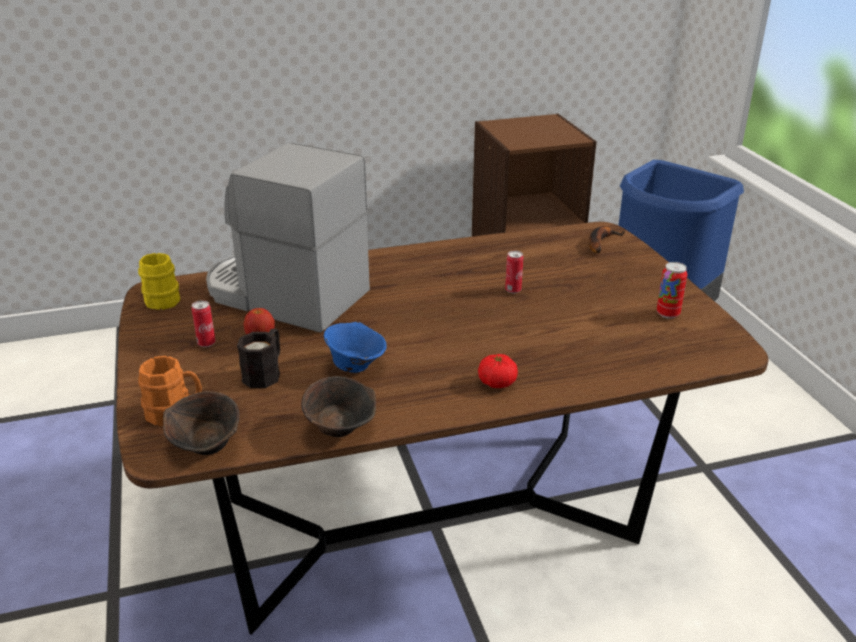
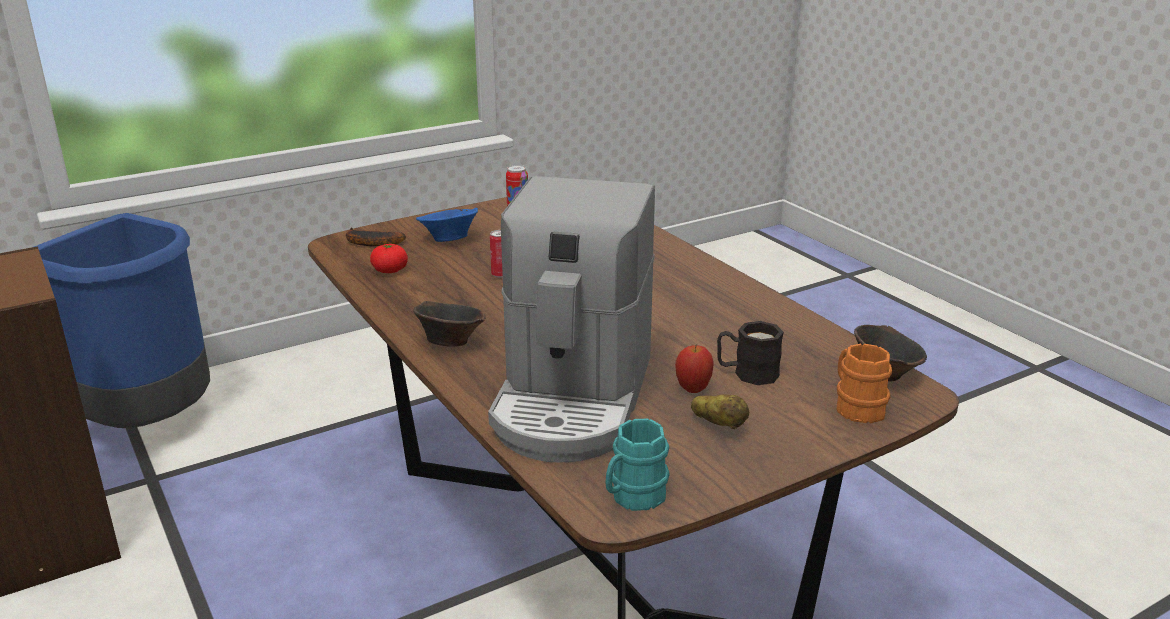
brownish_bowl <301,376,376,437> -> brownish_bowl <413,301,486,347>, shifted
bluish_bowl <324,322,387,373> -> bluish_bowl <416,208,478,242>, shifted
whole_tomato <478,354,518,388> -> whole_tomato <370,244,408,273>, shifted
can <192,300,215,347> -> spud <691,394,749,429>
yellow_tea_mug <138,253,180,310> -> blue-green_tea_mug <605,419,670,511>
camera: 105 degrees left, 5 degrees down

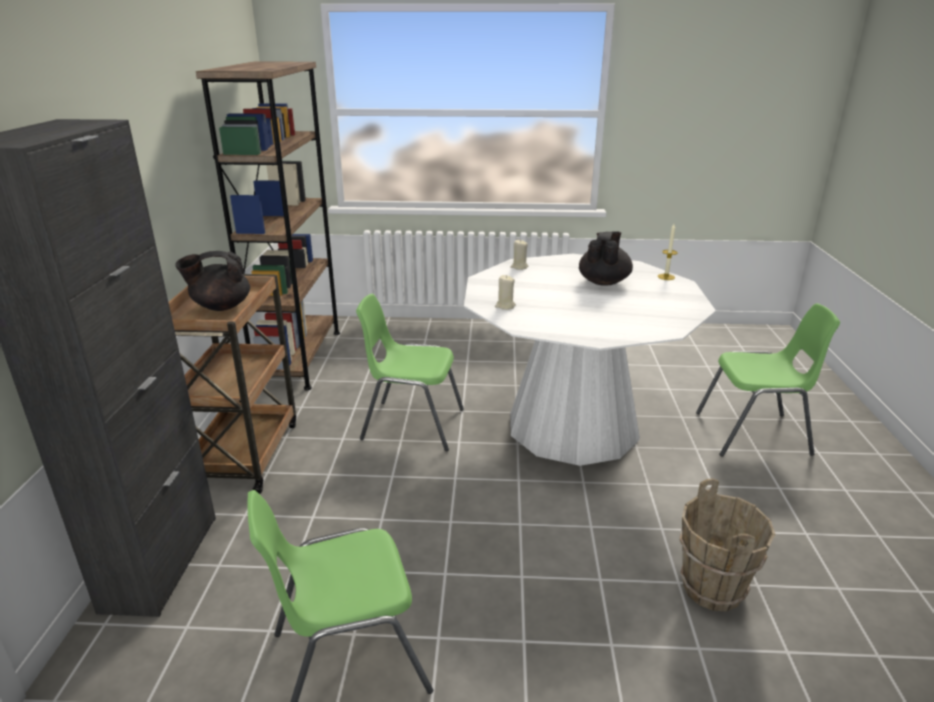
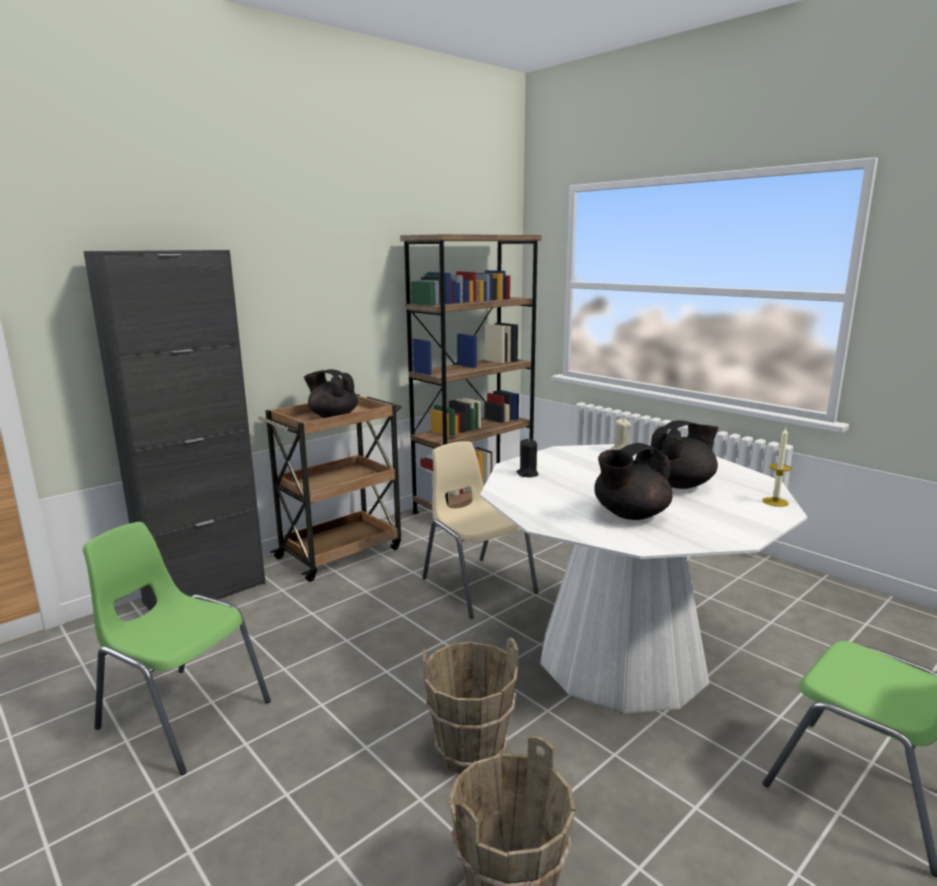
none -> brownish_bucket <423,638,518,774>
none -> black-coloured_tea_pot <594,443,672,520>
green_upright_chair <356,294,464,451> -> beige_upright_chair <422,441,538,619>
beige_candle <495,275,516,310> -> black-coloured_candle <517,439,539,477>
camera: 45 degrees right, 10 degrees down

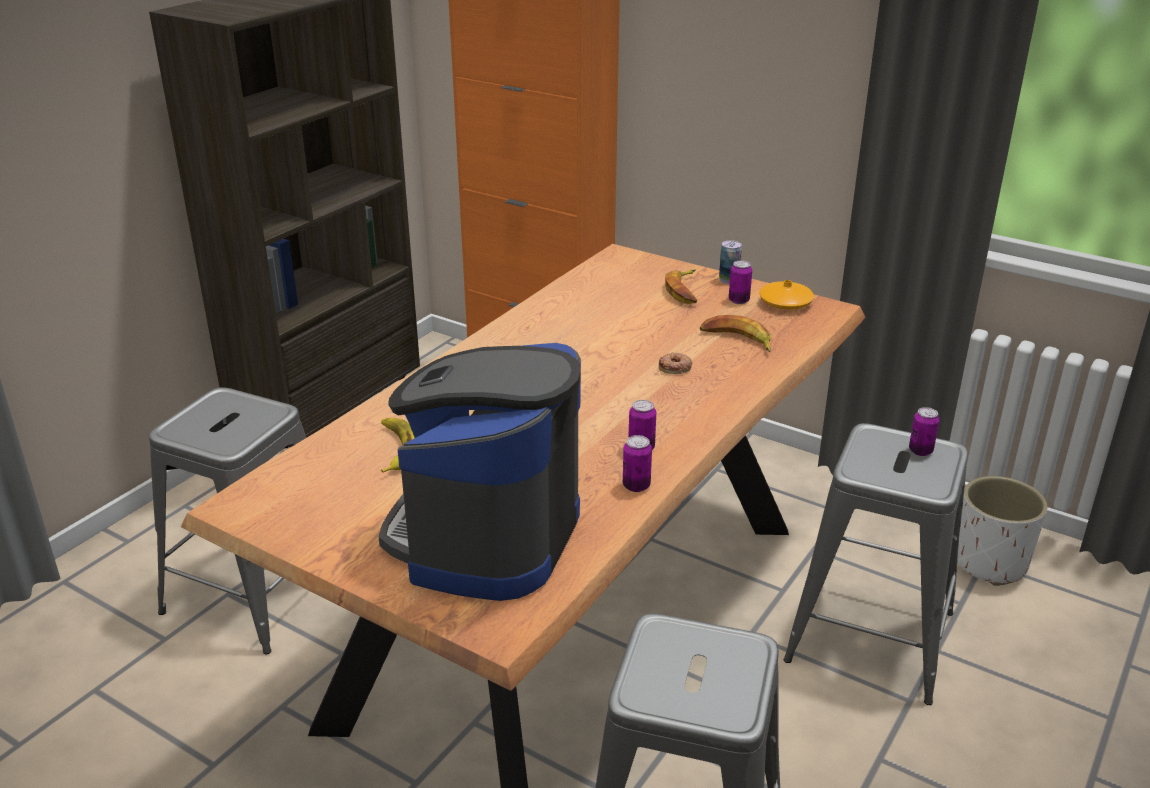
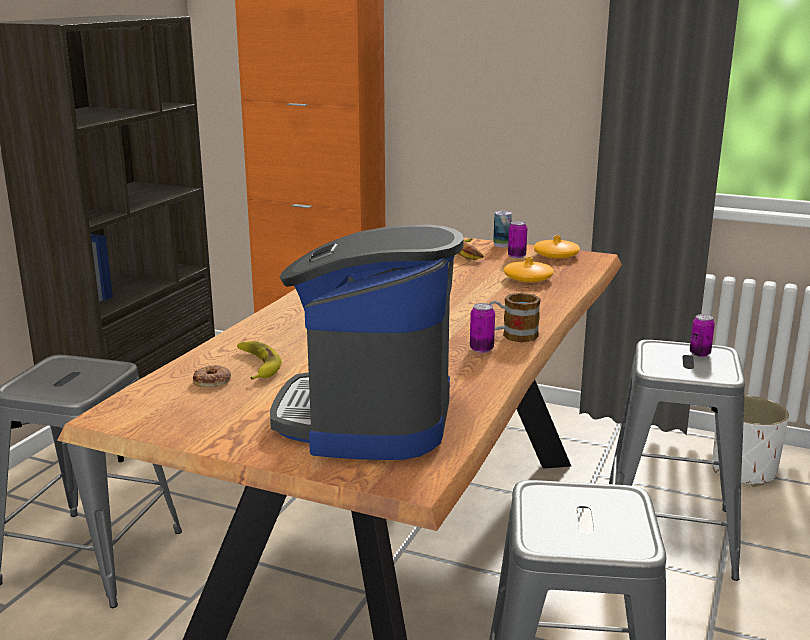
can <623,435,652,492> -> none
none -> tea_mug <490,293,541,342>
doughnut <659,352,692,374> -> doughnut <193,365,231,387>, shifted
banana_fruit <700,315,771,352> -> orange_decorative_vase <504,257,554,283>
camera: 10 degrees left, 10 degrees down

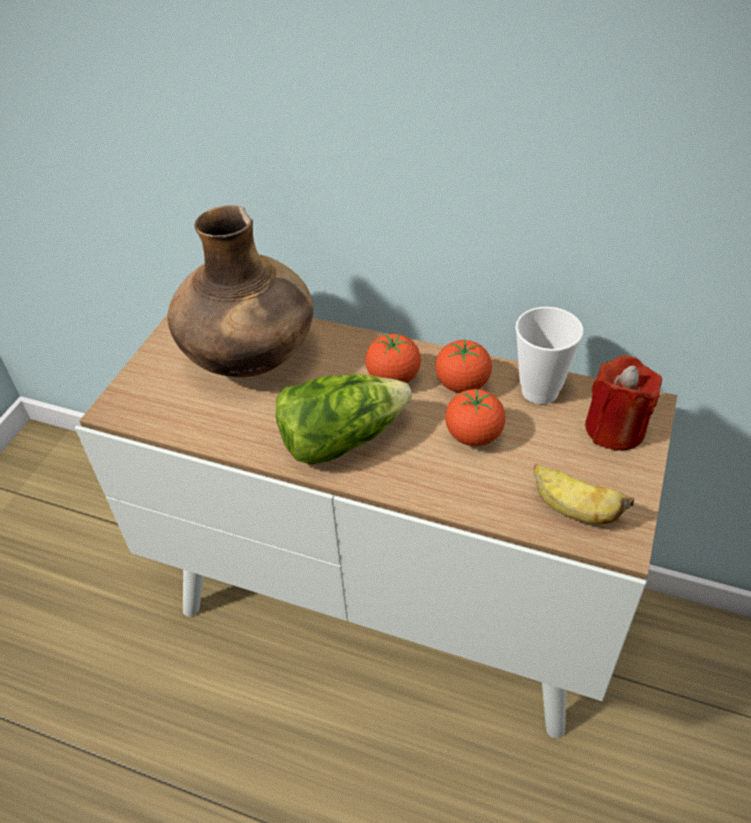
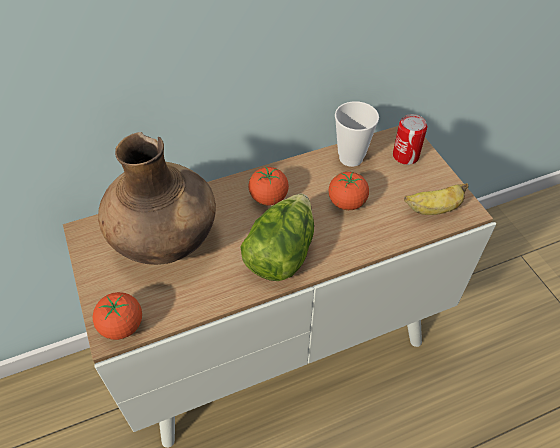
whole_tomato <435,340,492,393> -> whole_tomato <93,292,142,340>, shifted
red-coloured_candle <585,355,662,451> -> can <393,114,427,165>
camera: 45 degrees left, 5 degrees up

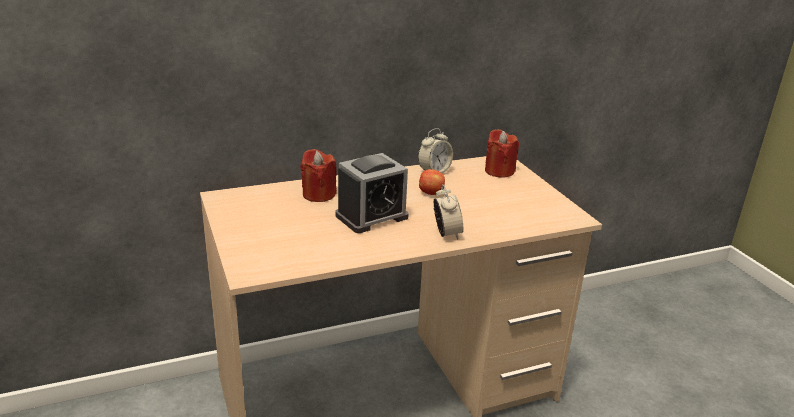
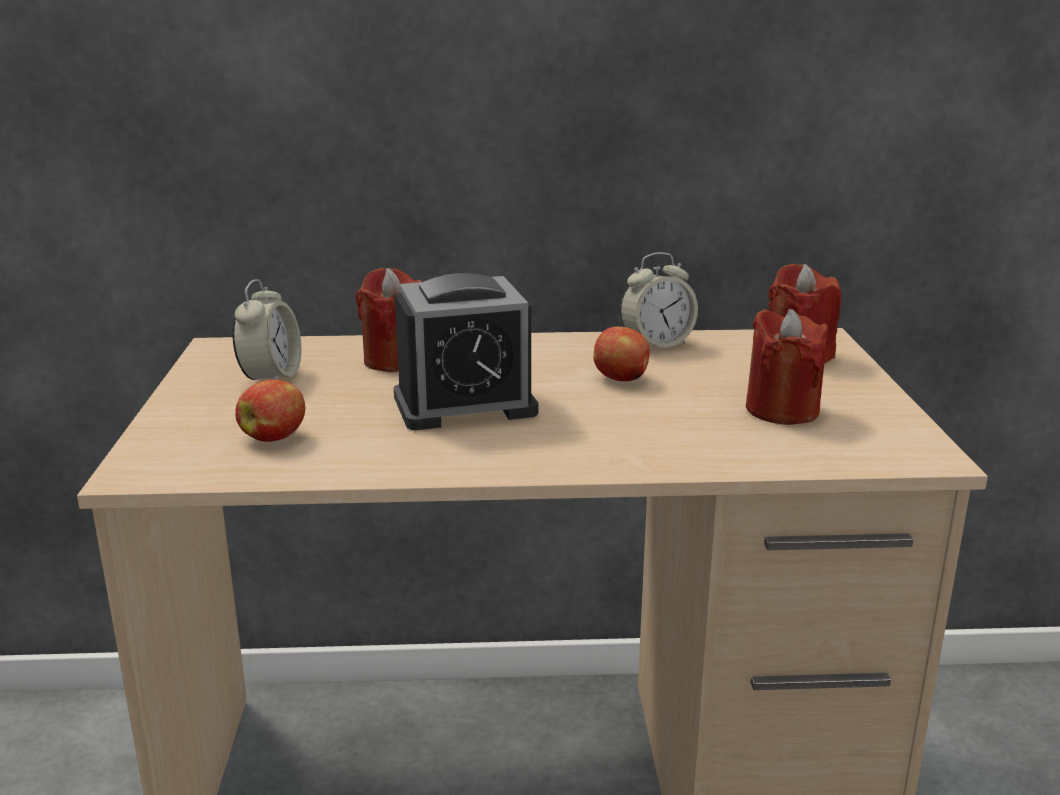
none -> apple_fruit <235,380,305,442>
none -> red-coloured_candle <746,309,828,425>
table_clock <433,184,463,240> -> table_clock <232,279,302,380>, shifted
camera: 20 degrees right, 5 degrees down

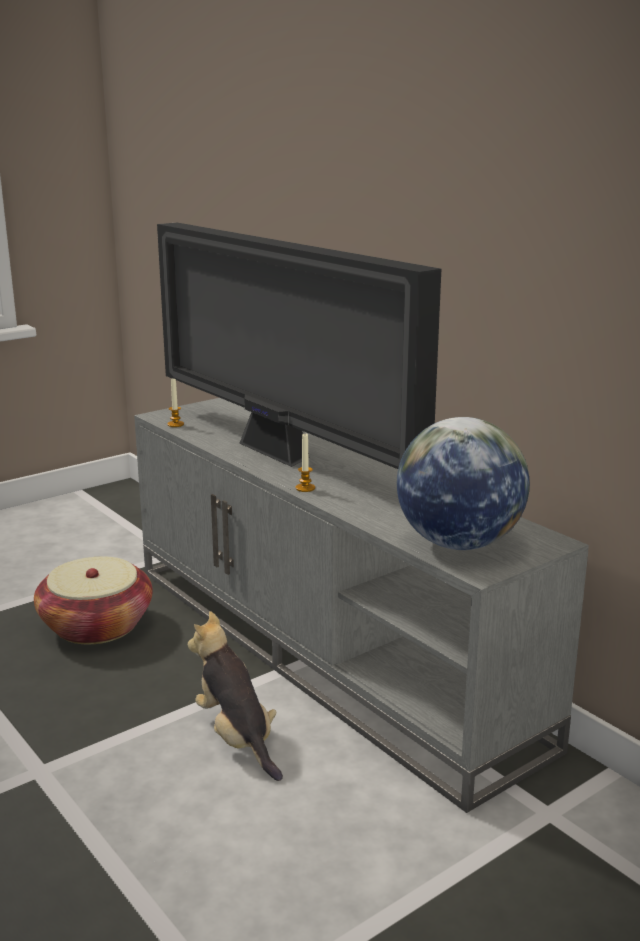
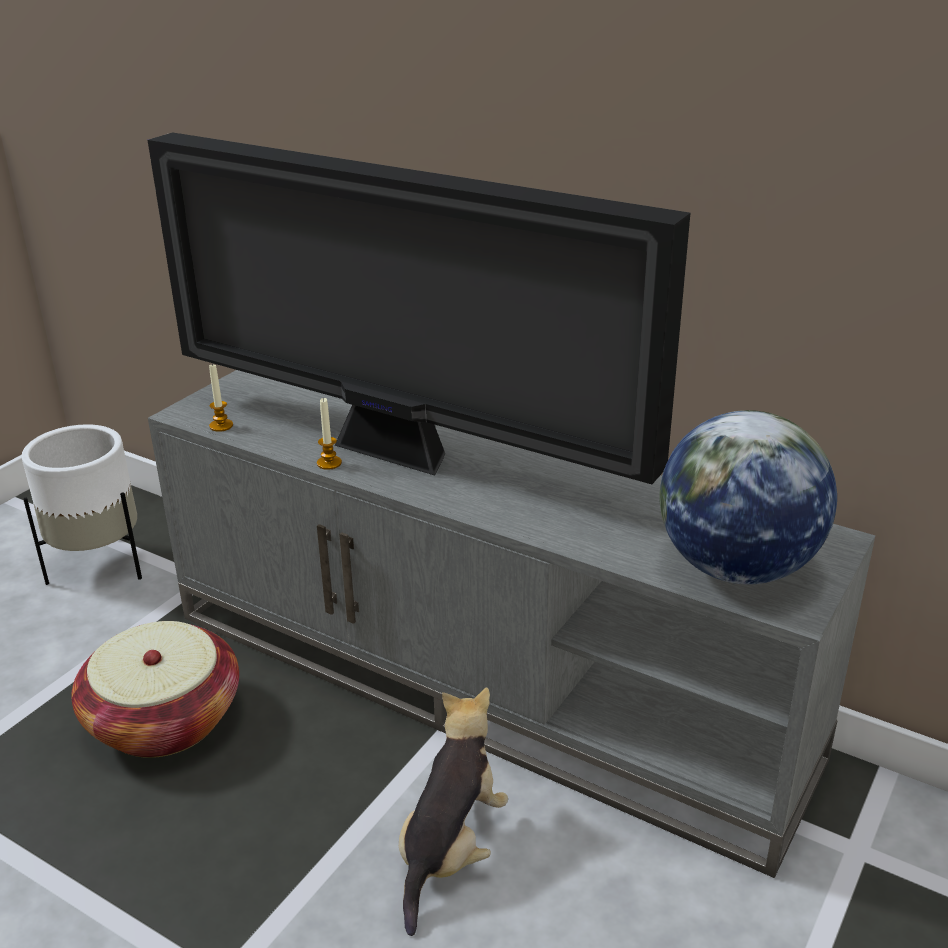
none -> whitish_plant_pot <22,424,142,585>
candle <296,434,315,492> -> candle <317,397,342,470>, shifted
plush_toy <188,611,283,781> -> plush_toy <399,687,508,936>, 75 degrees clockwise
camera: 20 degrees left, 10 degrees up

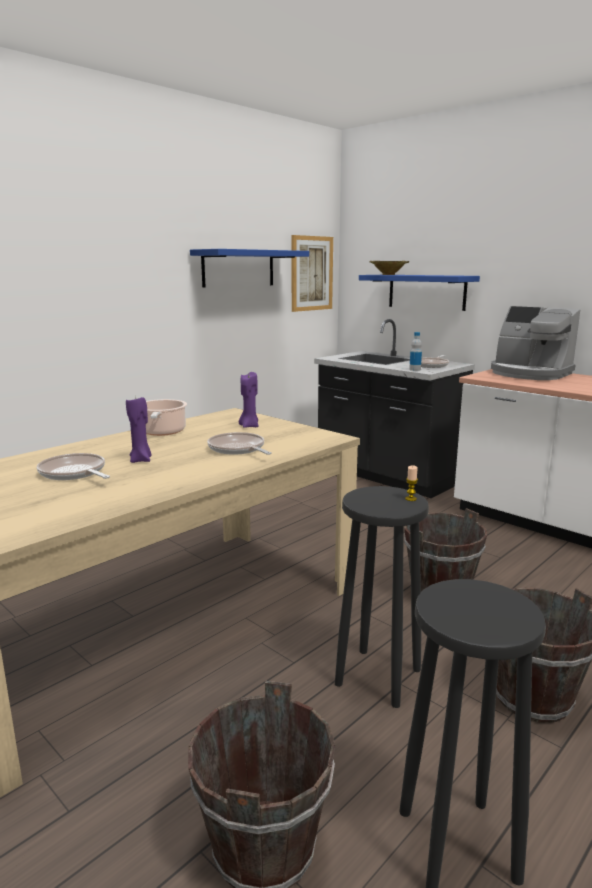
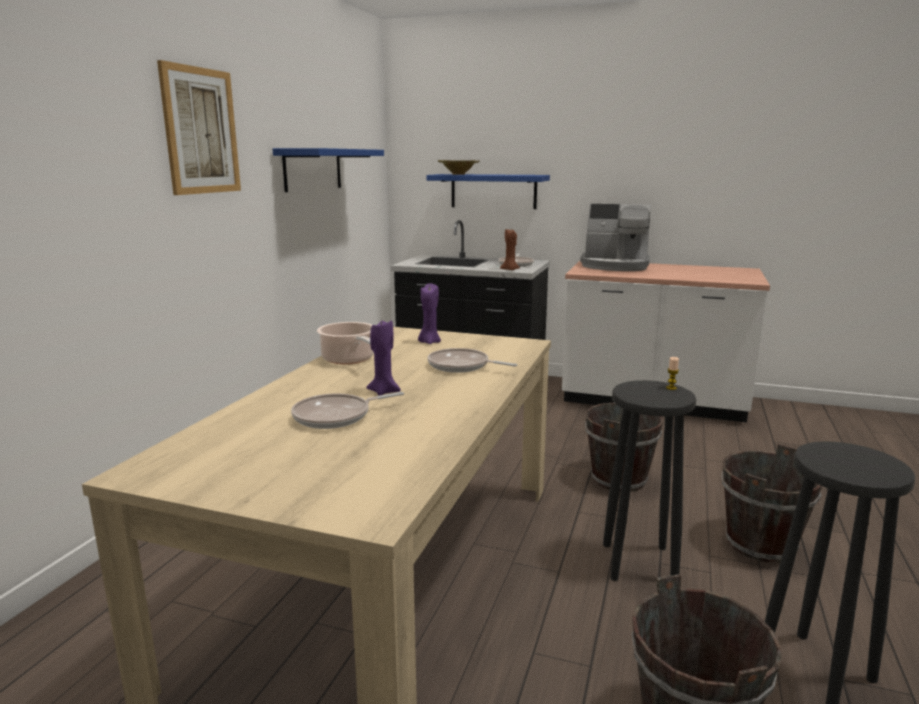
picture <292,235,333,312> -> picture <157,60,241,195>, shifted
drink_bottle <409,332,422,371> -> brownish_candle <500,229,520,270>
pan <37,453,110,480> -> pan <291,392,404,429>, 45 degrees counterclockwise
camera: 25 degrees left, 0 degrees up

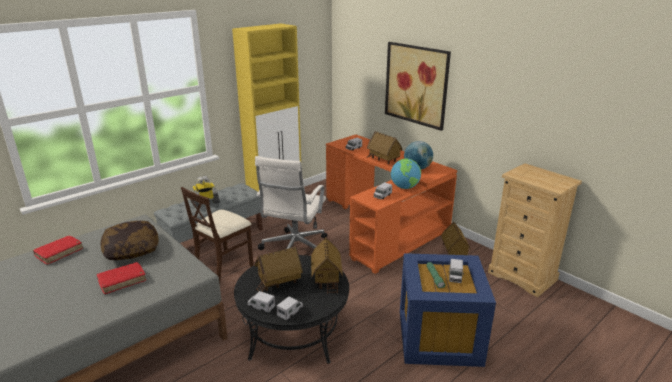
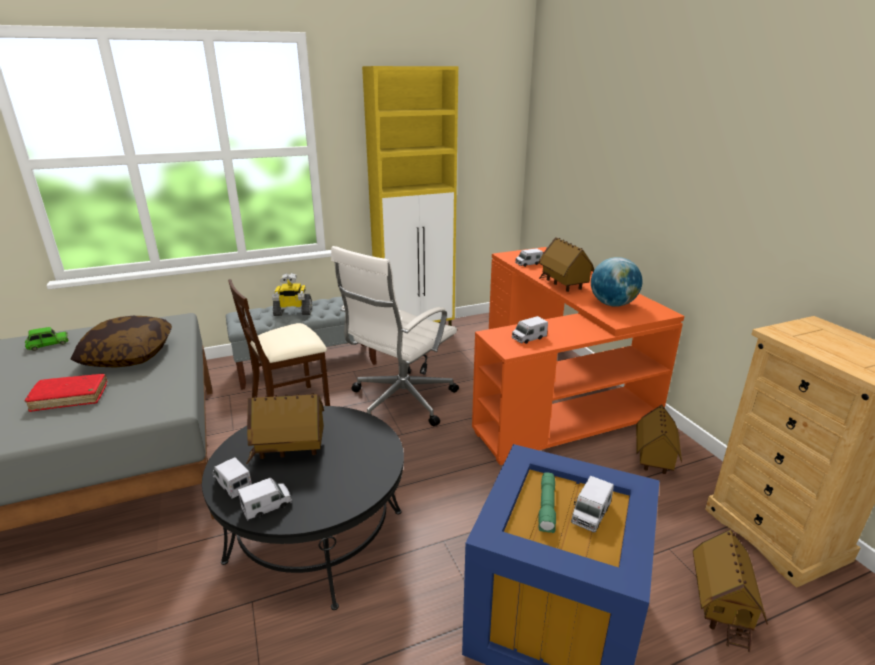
picture <385,42,451,131> -> none
desk_globe <391,159,421,189> -> none
miniature_house <311,237,343,294> -> miniature_house <693,529,768,652>, shifted
red-coloured_bound_book <33,236,83,265> -> green_model_car <25,327,69,351>
camera: 20 degrees right, 0 degrees up

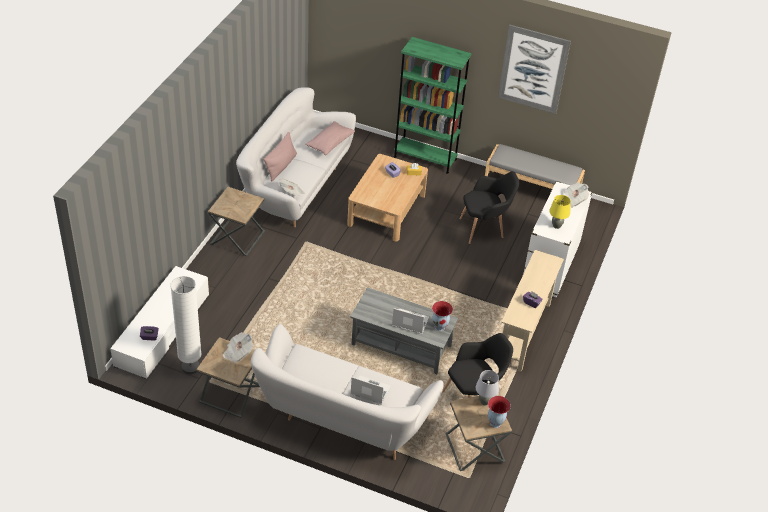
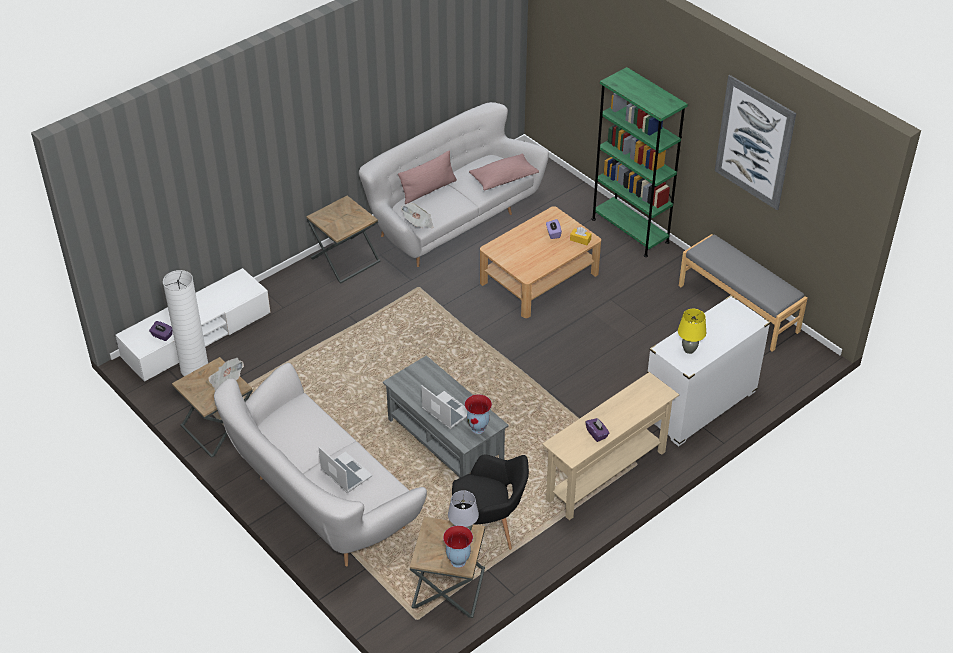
black-coloured_armchair <460,171,519,244> -> none
newspaper <564,182,589,208> -> none
camera: 30 degrees right, 0 degrees up

